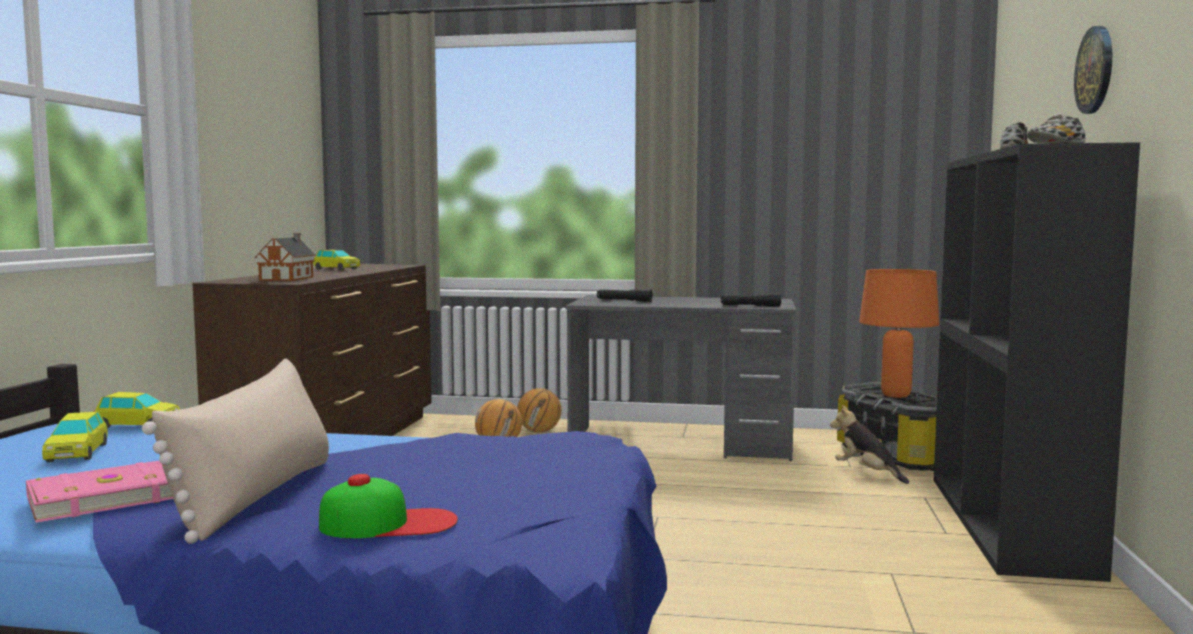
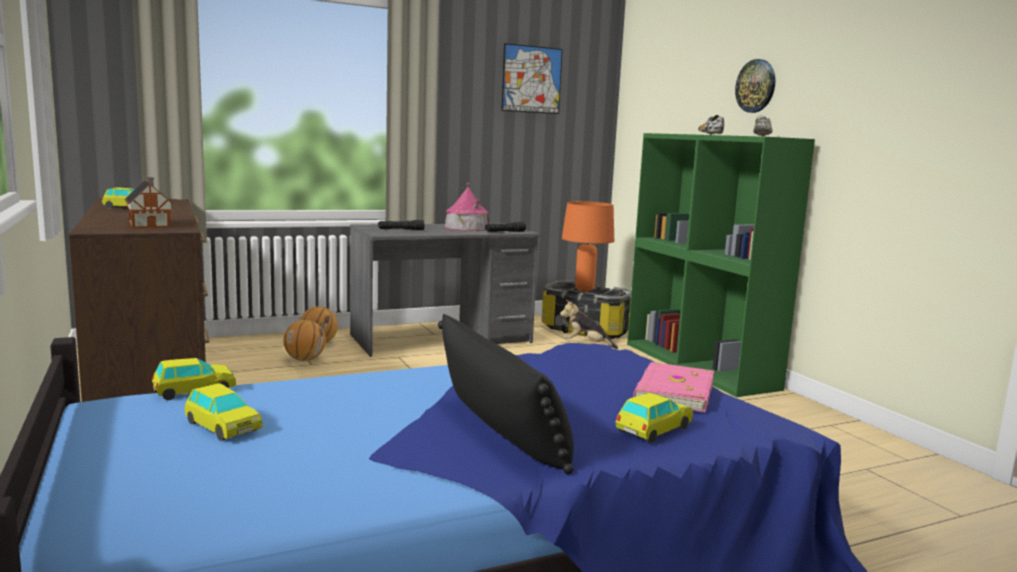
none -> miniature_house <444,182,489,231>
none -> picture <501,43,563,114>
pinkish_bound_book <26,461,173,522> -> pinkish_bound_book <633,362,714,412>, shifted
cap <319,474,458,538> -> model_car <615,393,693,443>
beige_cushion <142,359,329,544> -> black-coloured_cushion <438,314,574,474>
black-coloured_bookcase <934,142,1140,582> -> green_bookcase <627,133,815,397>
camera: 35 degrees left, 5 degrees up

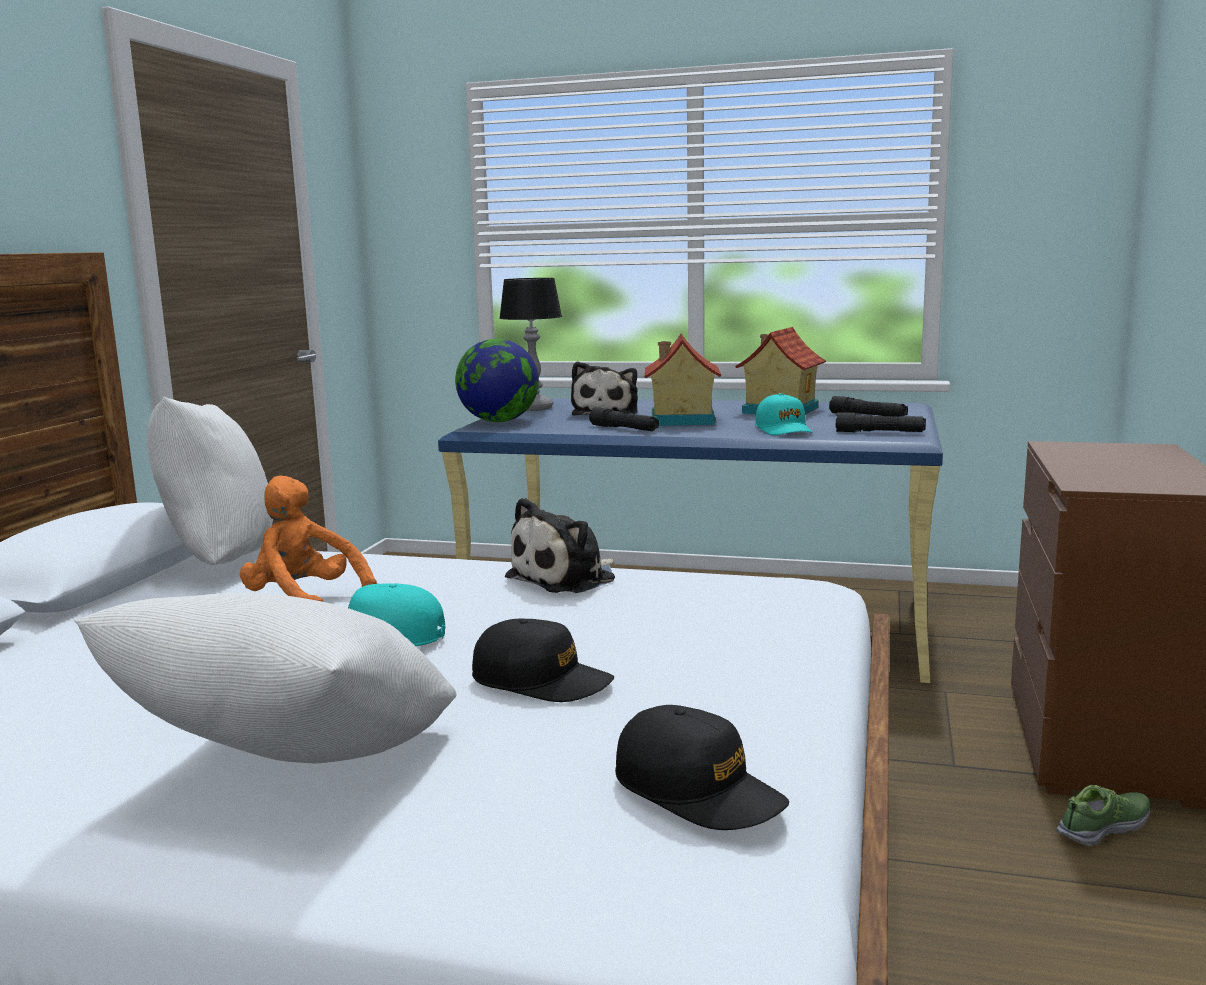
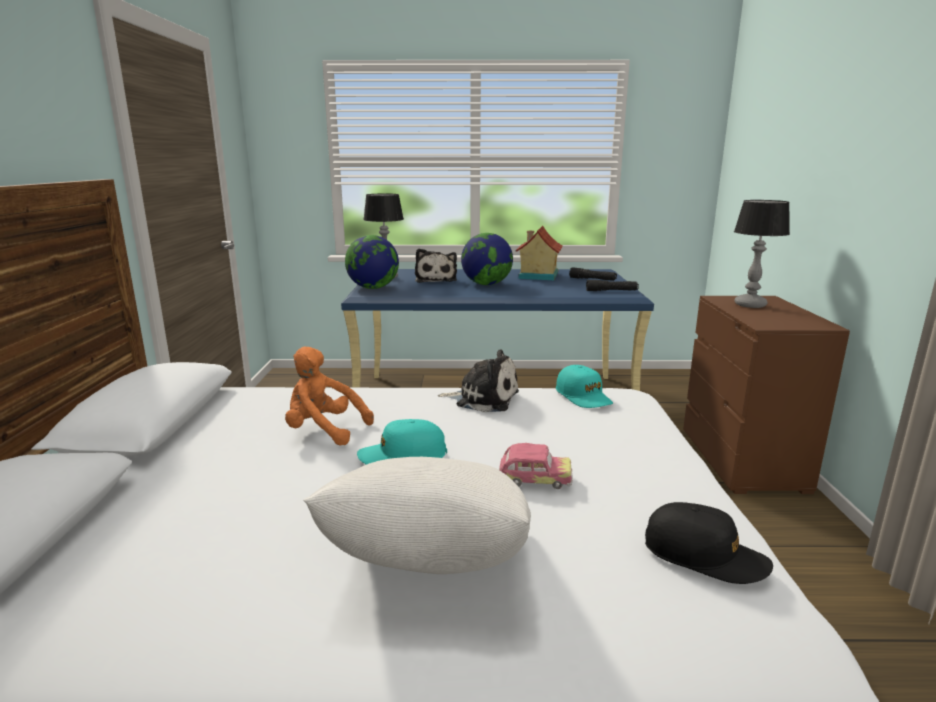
whitish_cushion <147,397,273,565> -> none
black-coloured_hand_torch <589,407,659,431> -> none
low_shoe <1057,785,1150,847> -> none
none -> tabletop_lamp <734,200,790,308>
blue-green_cap <755,393,813,435> -> blue-green_cap <556,365,613,408>, shifted
black-coloured_cap <472,618,614,702> -> model_car <499,443,573,489>
miniature_house <644,333,721,426> -> desk_globe <461,233,513,285>
plush_toy <505,497,615,593> -> plush_toy <438,349,519,412>, 105 degrees counterclockwise
camera: 15 degrees left, 5 degrees up

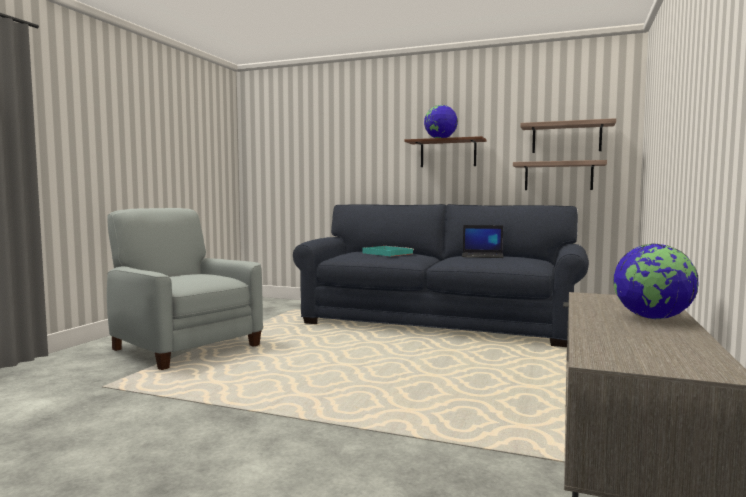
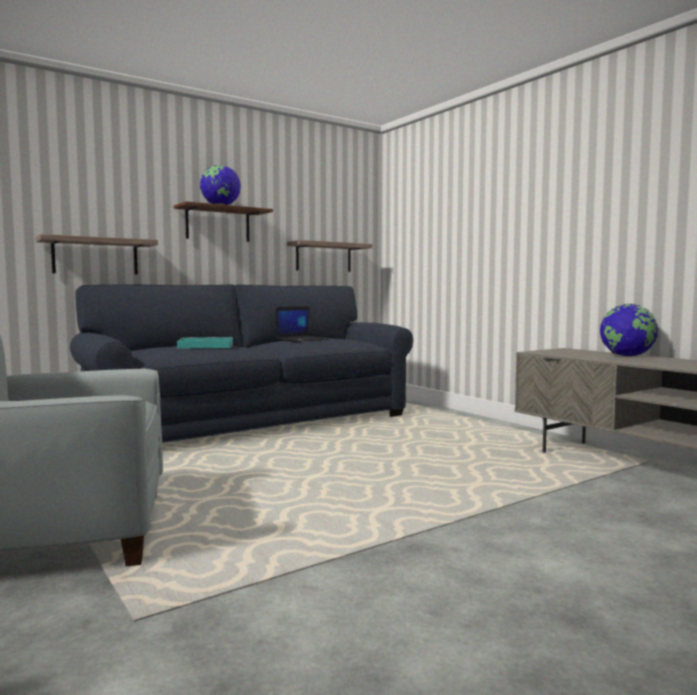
shelf <520,118,616,153> -> shelf <36,234,158,275>, shifted
camera: 55 degrees left, 0 degrees up

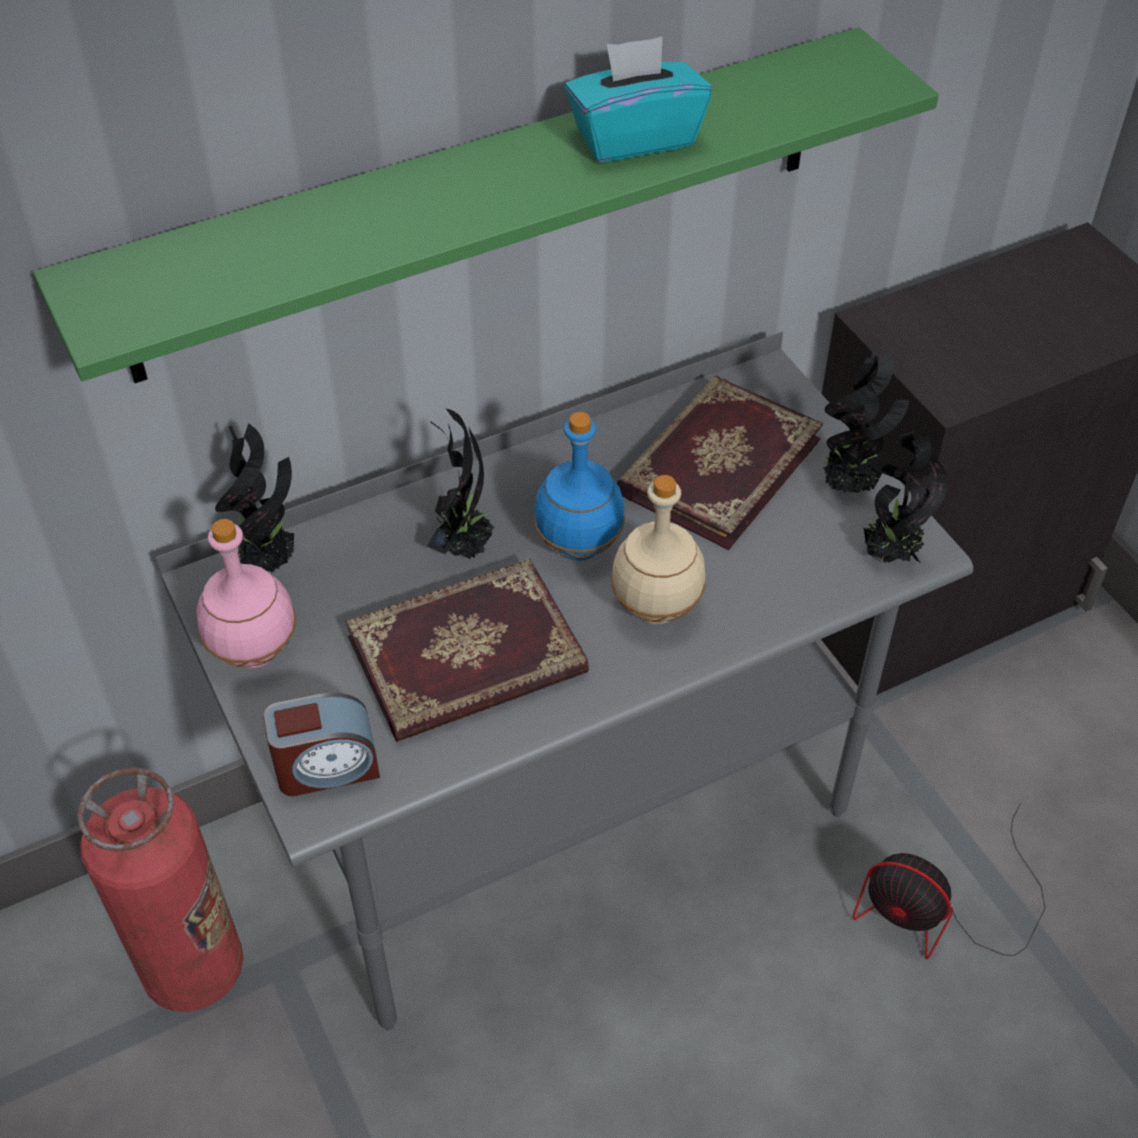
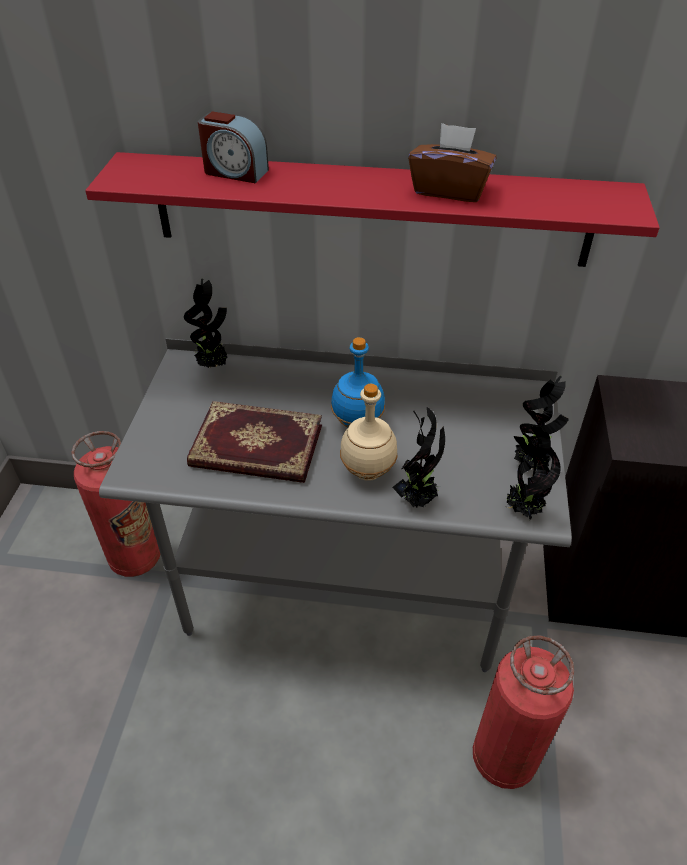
pinkish_drink_bottle <196,519,296,668> -> none
bound_book <617,376,823,550> -> none
table_clock <264,693,380,796> -> table_clock <198,111,269,183>, shifted
plant_in_a_pot <427,409,494,559> -> plant_in_a_pot <392,407,445,507>, shifted
fan <853,803,1045,959> -> fire-fighting_cylinder <473,636,574,789>
green_shelf <33,27,939,383> -> red-coloured_shelf <85,152,660,267>
blue-green_tissue_holder <565,37,712,162> -> brownish_tissue_holder <408,123,496,202>
camera: 35 degrees right, 5 degrees down

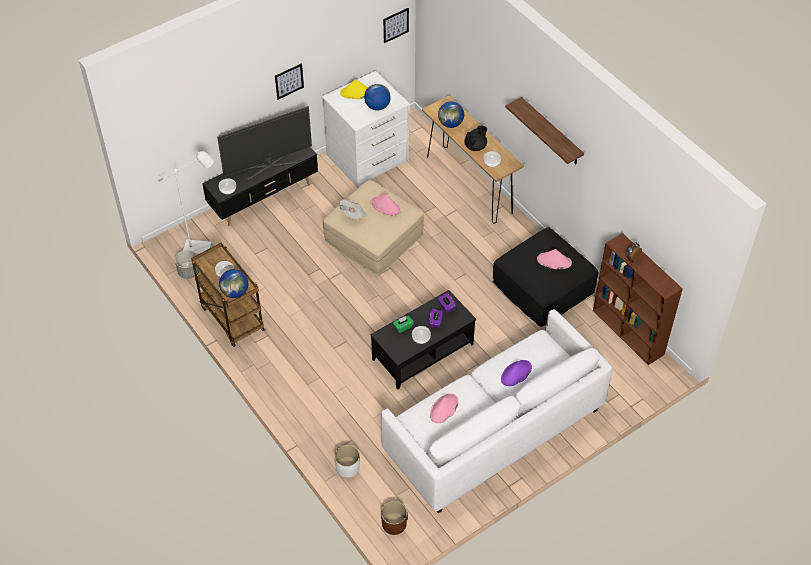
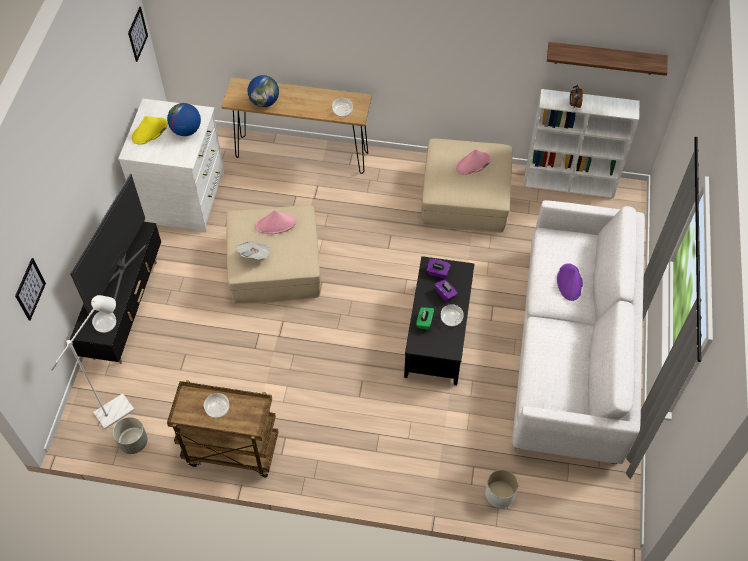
desk_globe <219,269,249,298> -> none
brownish_plant_pot <381,501,407,535> -> none
pinkish_hat <430,393,459,423> -> none
black-coloured_tea_pot <464,126,487,151> -> none
picture <275,64,304,99> -> picture <15,258,46,321>, shifted
shelf <505,97,584,164> -> shelf <547,42,668,76>, shifted
black-coloured_ottoman <493,227,598,327> -> beige_ottoman <421,139,512,232>
brownish_bookcase <593,233,683,365> -> whitish_bookcase <524,89,640,198>
camera: 45 degrees left, 5 degrees up

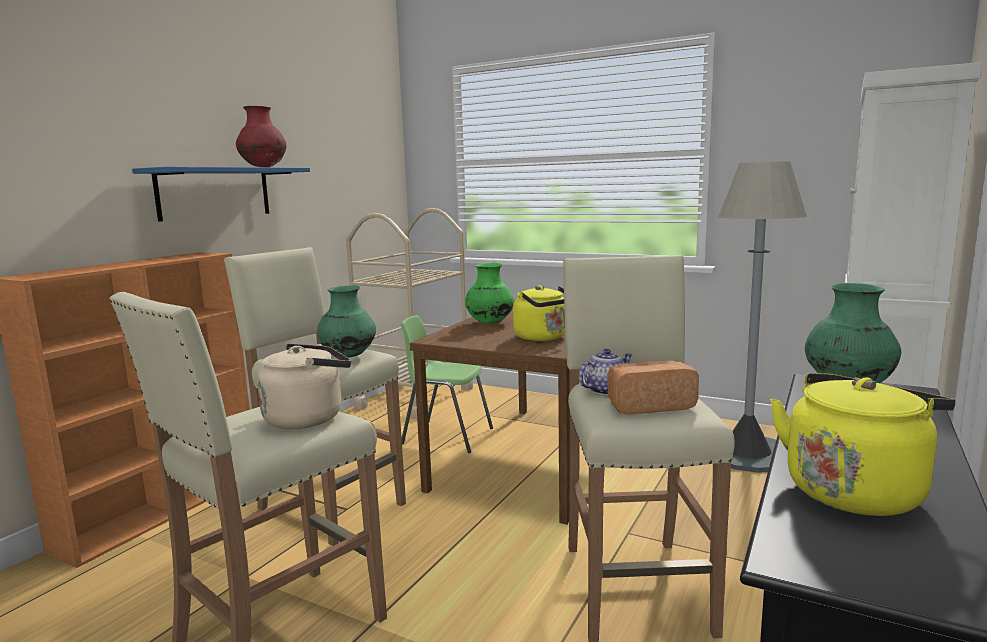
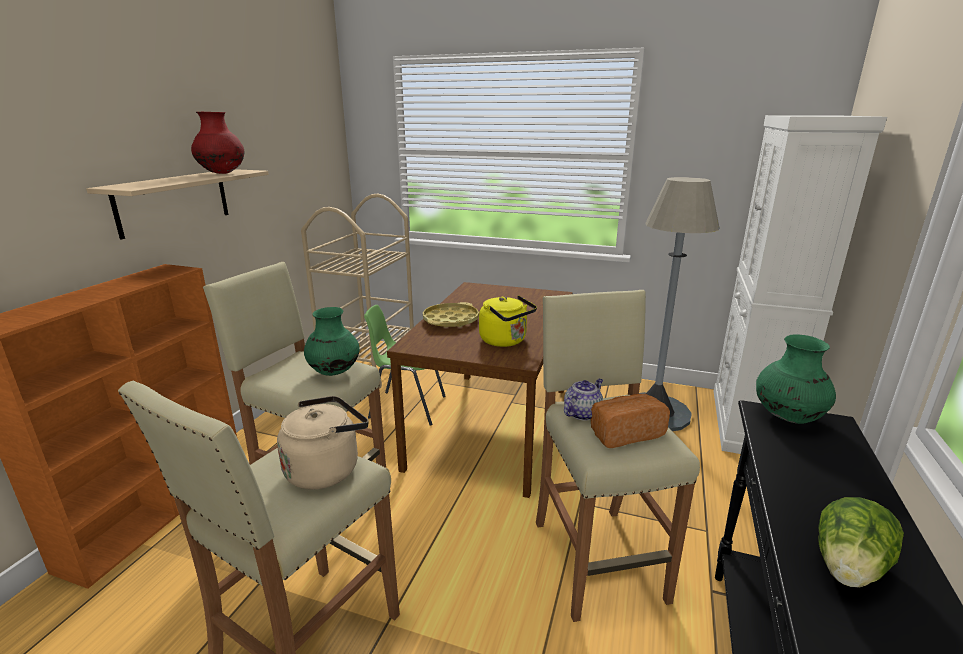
green_decorative_vase <465,263,514,324> -> yellow_carrying_tray <423,302,479,327>
yellow_tea_kettle <770,373,955,516> -> lettuce_head <818,497,904,587>
bluish_shelf <132,167,310,222> -> beige_shelf <86,169,269,240>
camera: 10 degrees left, 10 degrees up

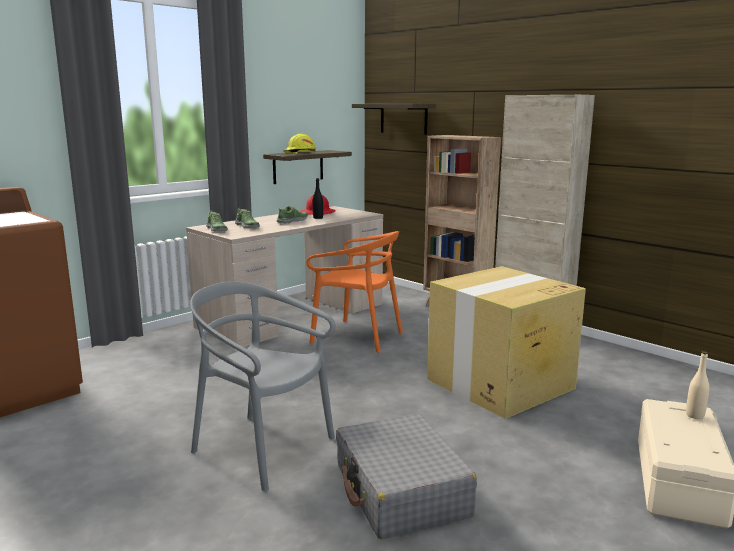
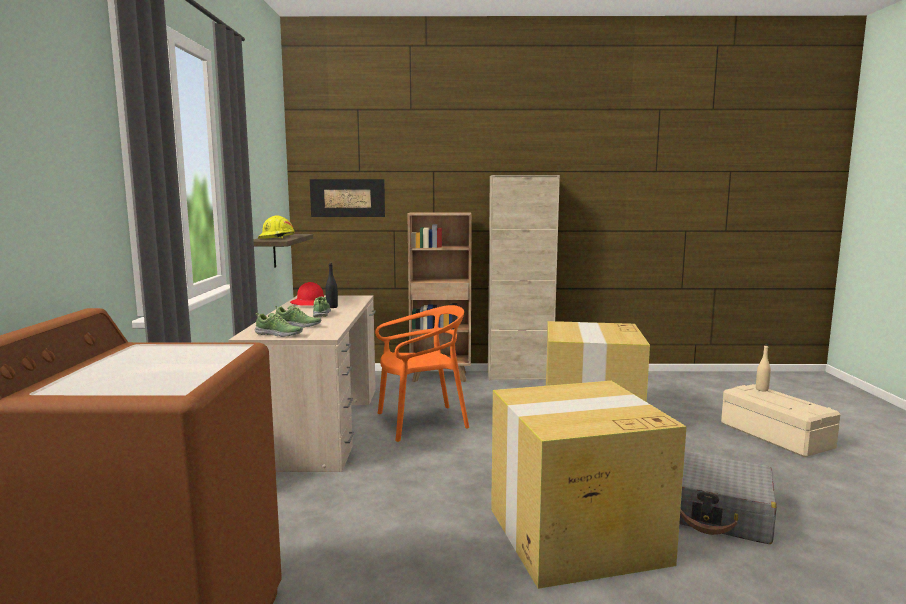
grey_upright_chair <190,281,336,491> -> cardboard_box <491,381,687,589>
shelf <352,104,436,135> -> picture <310,179,385,217>
camera: 45 degrees left, 5 degrees down

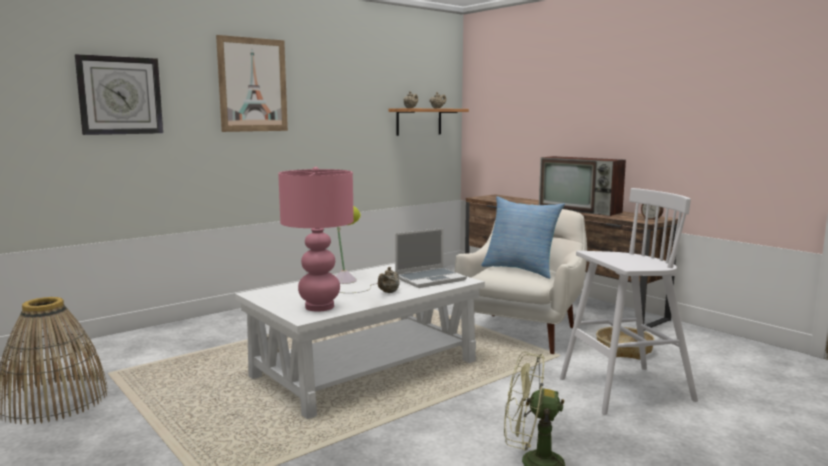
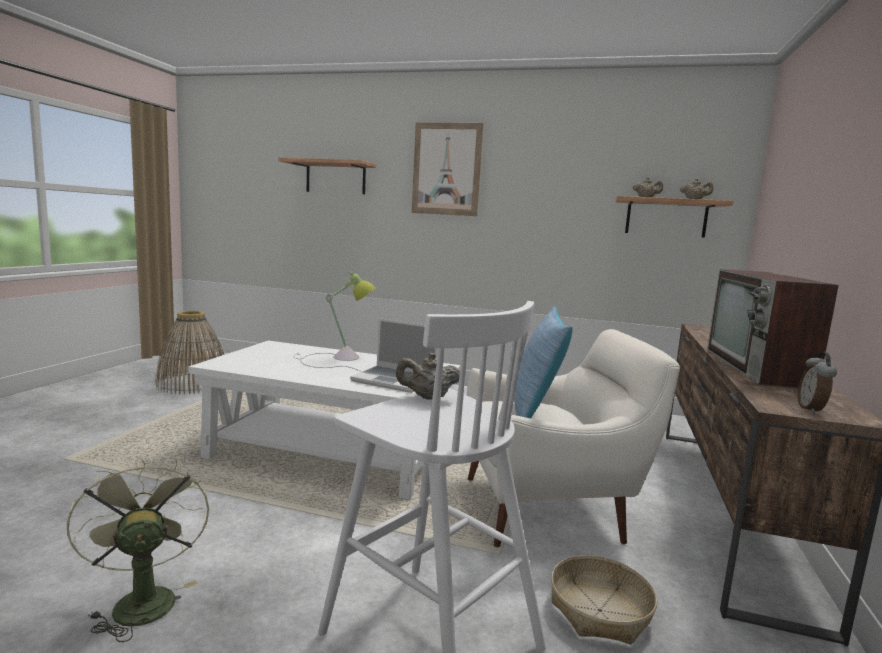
pinkish_tabletop_lamp <278,167,354,312> -> none
beige_tea_pot <378,267,399,293> -> beige_tea_pot <396,353,460,400>, shifted
hanging_clock <75,54,163,135> -> shelf <278,158,376,194>
camera: 55 degrees right, 0 degrees up

